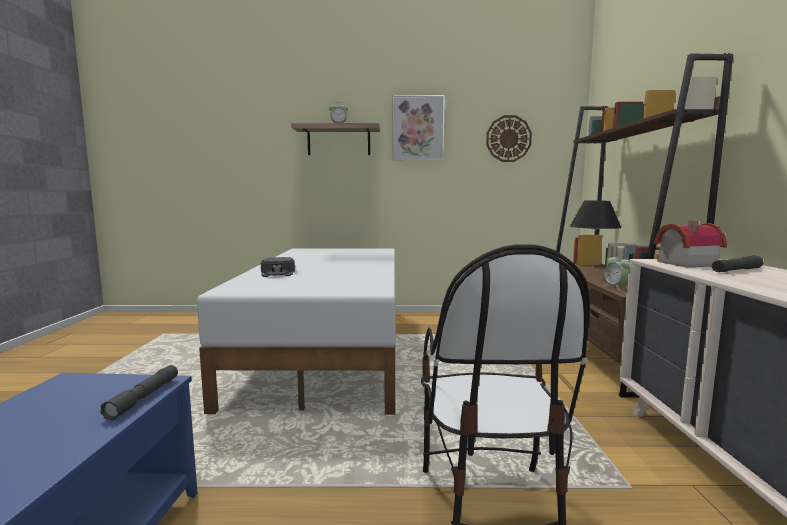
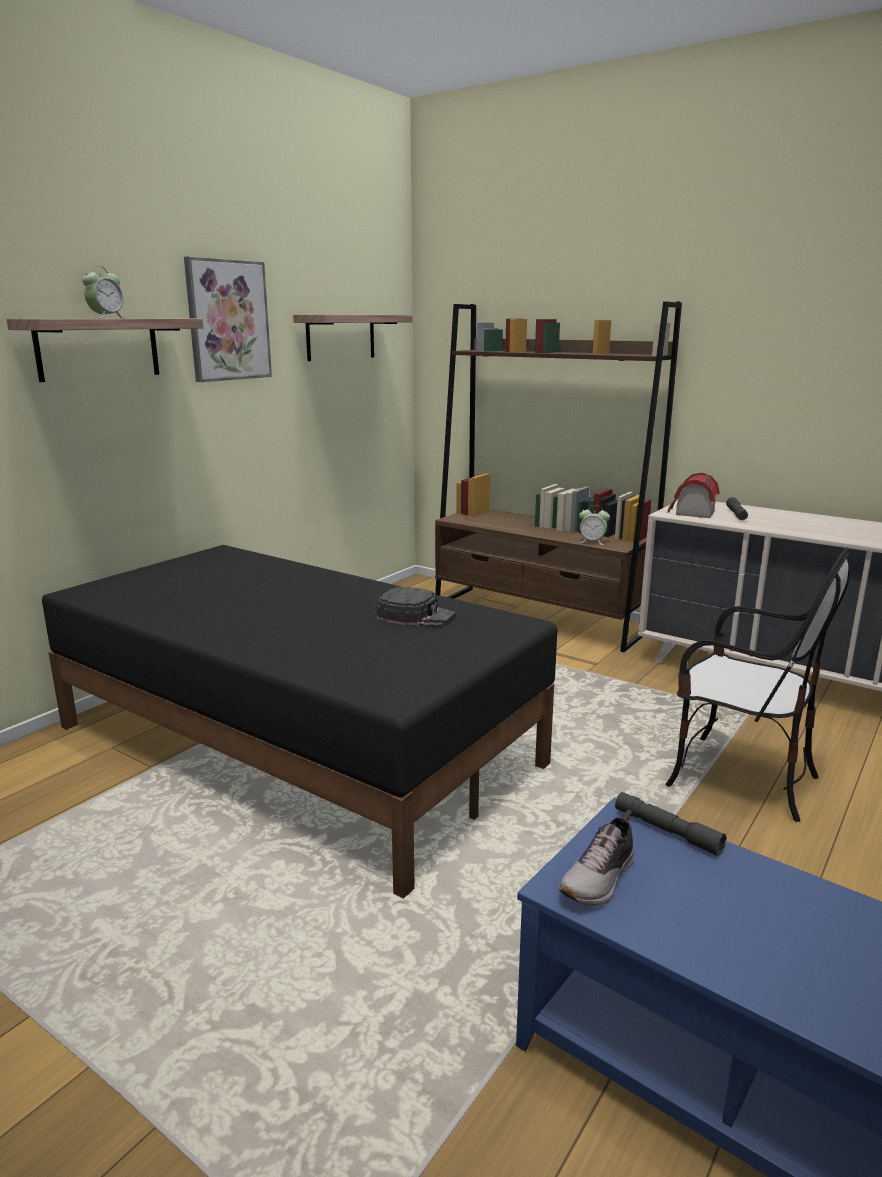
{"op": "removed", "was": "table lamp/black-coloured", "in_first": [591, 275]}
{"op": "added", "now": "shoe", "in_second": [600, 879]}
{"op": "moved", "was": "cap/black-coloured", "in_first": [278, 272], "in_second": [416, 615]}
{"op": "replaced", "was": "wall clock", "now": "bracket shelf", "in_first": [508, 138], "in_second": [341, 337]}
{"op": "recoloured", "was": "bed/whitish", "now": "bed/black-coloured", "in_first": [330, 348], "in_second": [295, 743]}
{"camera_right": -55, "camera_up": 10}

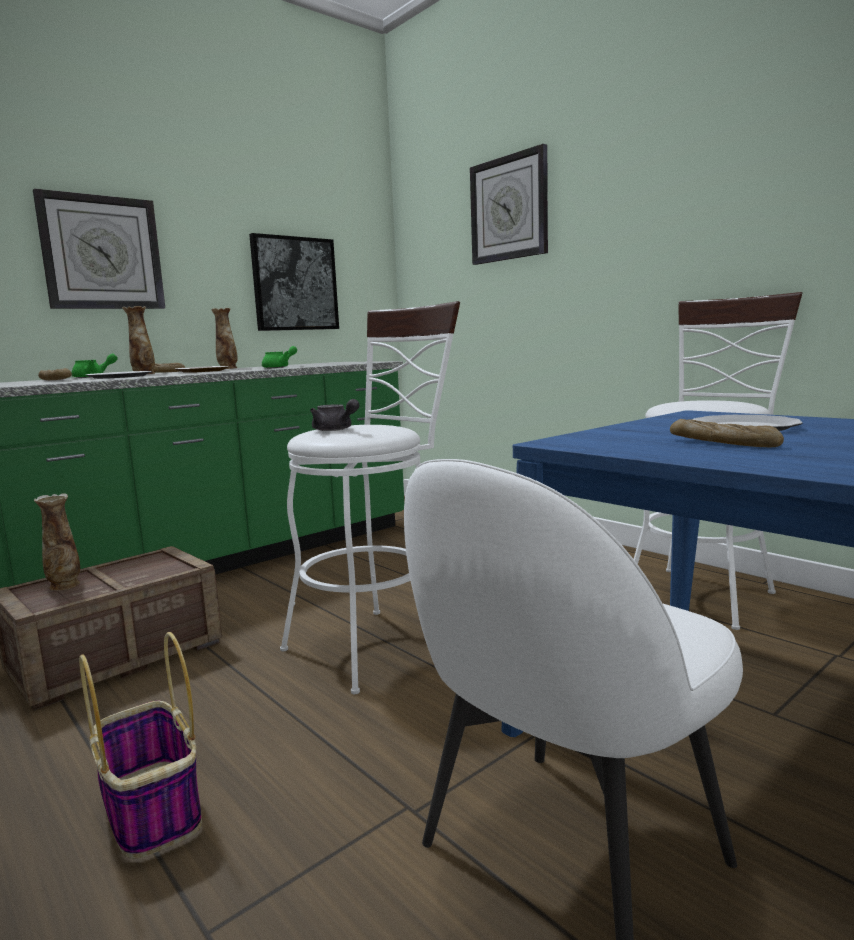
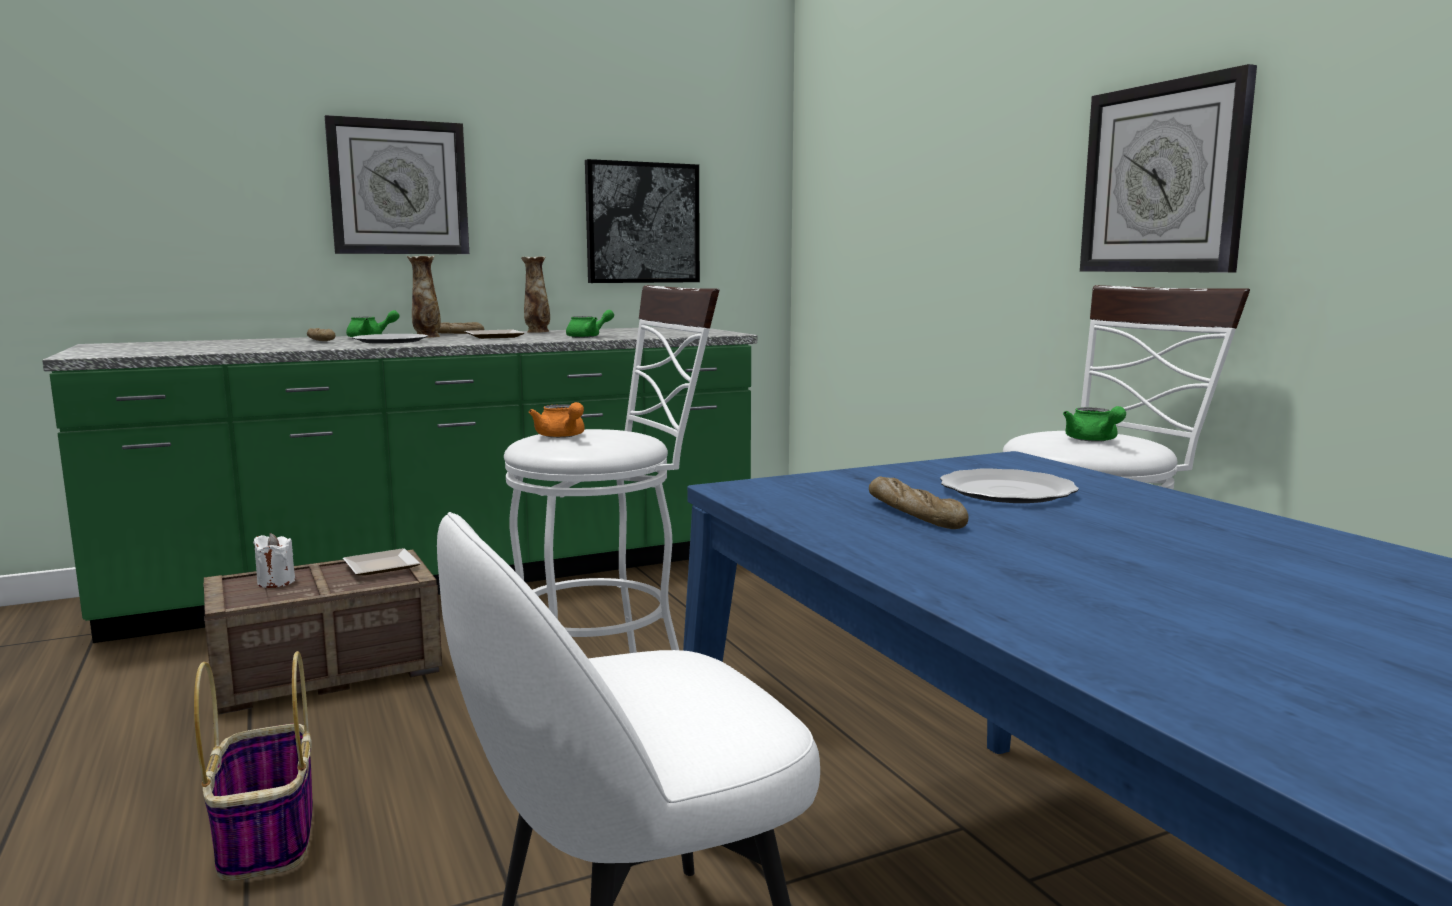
{"op": "added", "now": "dinner plate", "in_second": [380, 567]}
{"op": "added", "now": "pot for tea/green", "in_second": [1093, 440]}
{"op": "moved", "was": "wall clock", "in_first": [509, 208], "in_second": [1163, 178]}
{"op": "replaced", "was": "vase", "now": "wax light/whitish", "in_first": [64, 585], "in_second": [276, 582]}
{"op": "recoloured", "was": "pot for tea/greyish", "now": "pot for tea/orangey", "in_first": [335, 430], "in_second": [562, 436]}
{"camera_right": 15, "camera_up": 0}

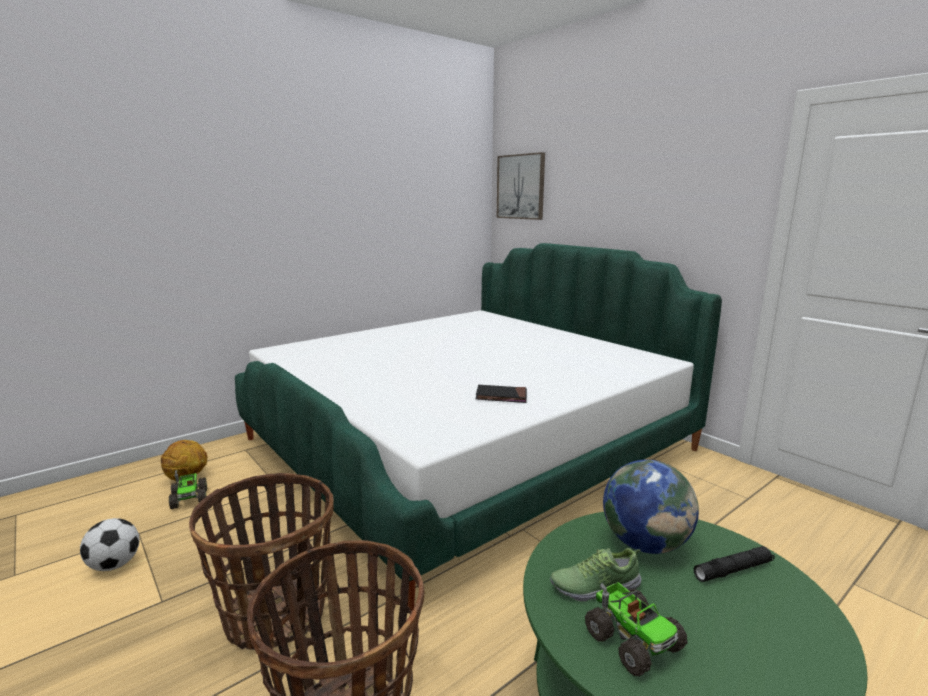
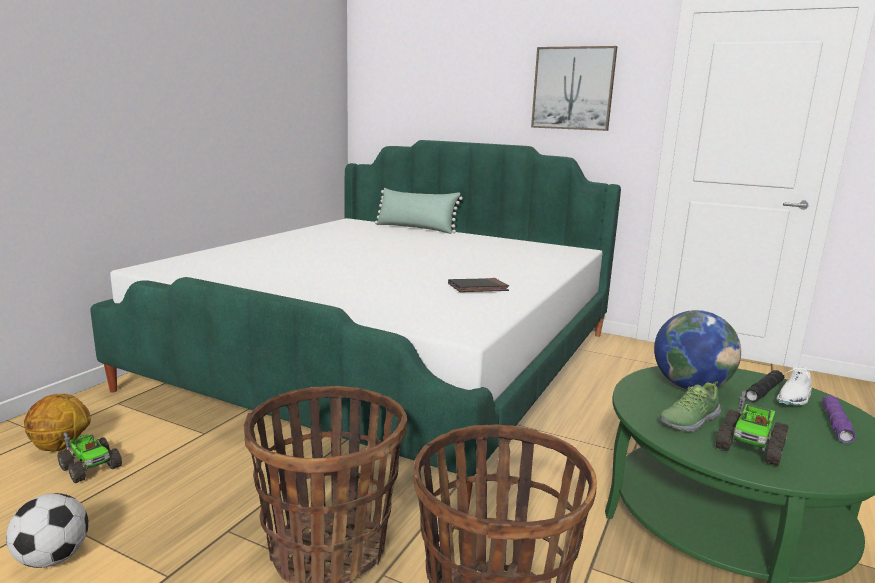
{"op": "added", "now": "cushion/green", "in_second": [416, 228]}
{"op": "added", "now": "shoe/whitish", "in_second": [793, 400]}
{"op": "added", "now": "hand torch/purple", "in_second": [836, 424]}
{"op": "moved", "was": "wall art", "in_first": [521, 187], "in_second": [573, 88]}
{"op": "turned", "was": "toy truck", "in_first": [632, 639], "in_second": [750, 447], "clockwise": 90}
{"camera_right": -25, "camera_up": 0}

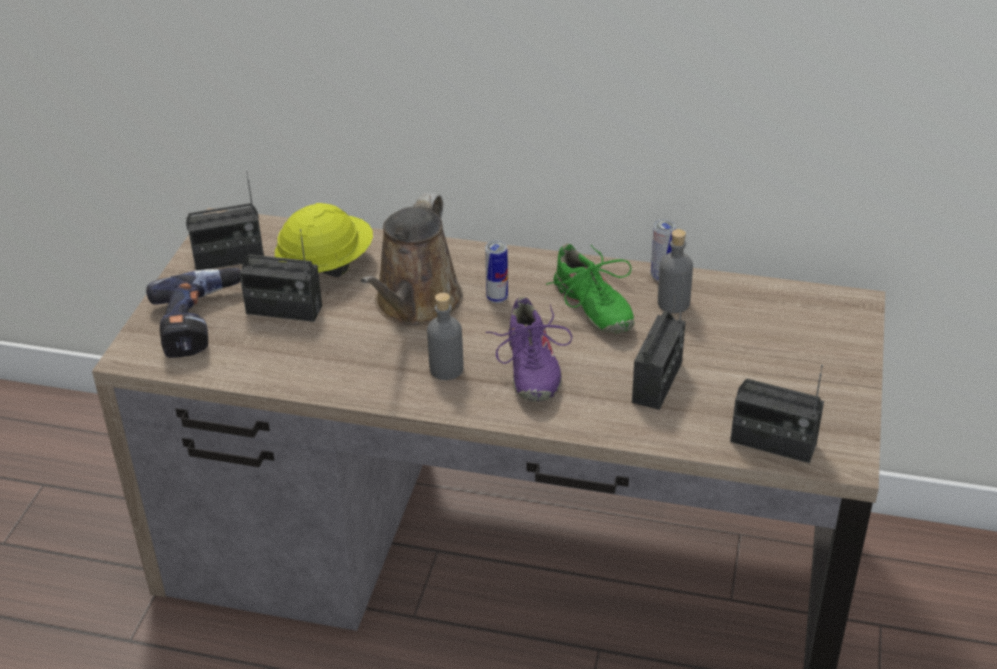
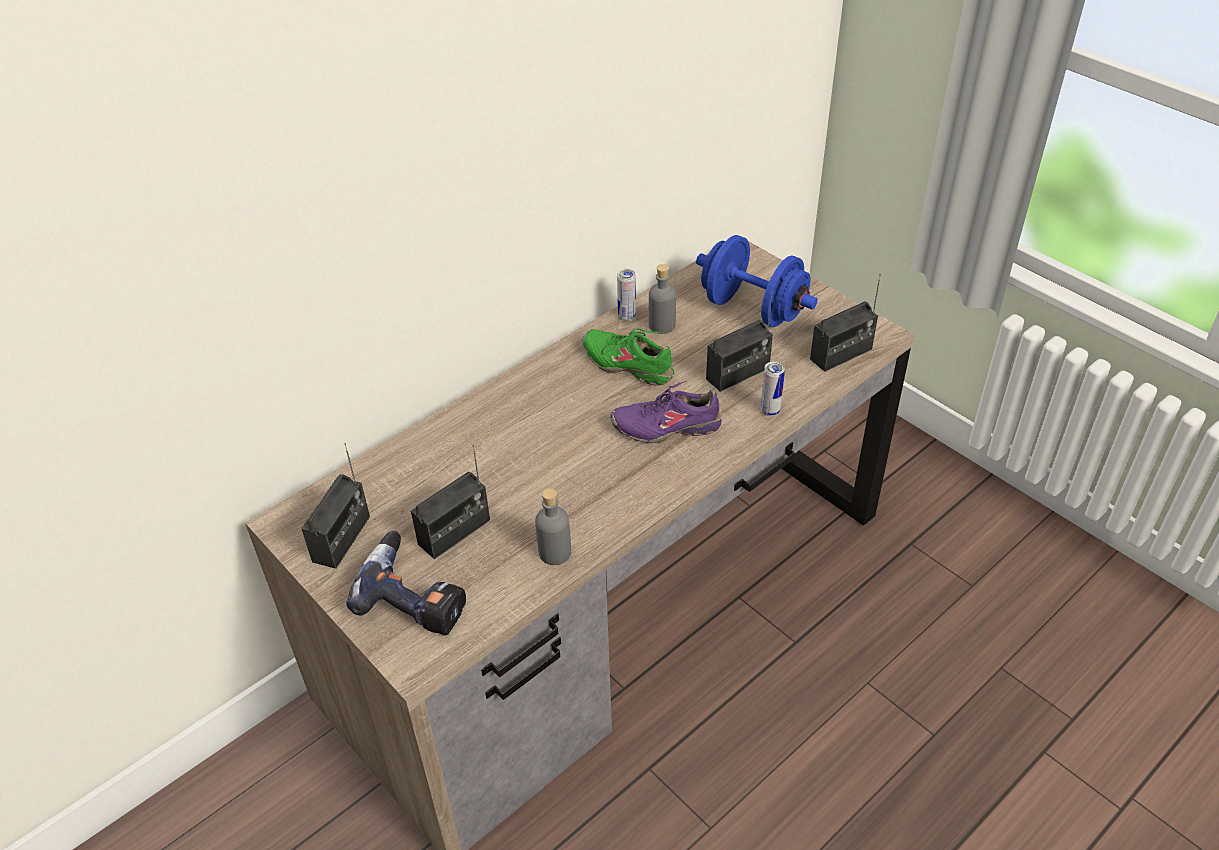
{"op": "removed", "was": "work helmet/yellow", "in_first": [326, 266]}
{"op": "removed", "was": "sprinkling can/brownish", "in_first": [415, 305]}
{"op": "added", "now": "dumbbell/bluish", "in_second": [753, 309]}
{"op": "moved", "was": "beverage bottle/greyish", "in_first": [446, 369], "in_second": [555, 552]}
{"op": "moved", "was": "can", "in_first": [497, 298], "in_second": [770, 411]}
{"op": "turned", "was": "shoe/purple", "in_first": [530, 369], "in_second": [666, 426], "clockwise": 150}
{"op": "turned", "was": "shoe/green", "in_first": [592, 308], "in_second": [628, 364], "clockwise": -150}
{"op": "turned", "was": "radio receiver", "in_first": [657, 382], "in_second": [738, 373], "clockwise": 90}
{"camera_right": -55, "camera_up": 5}

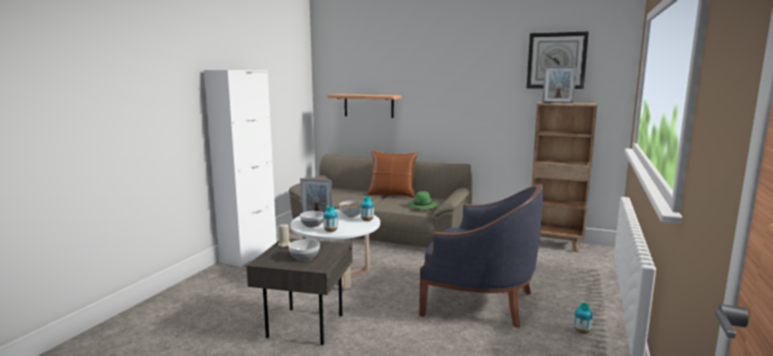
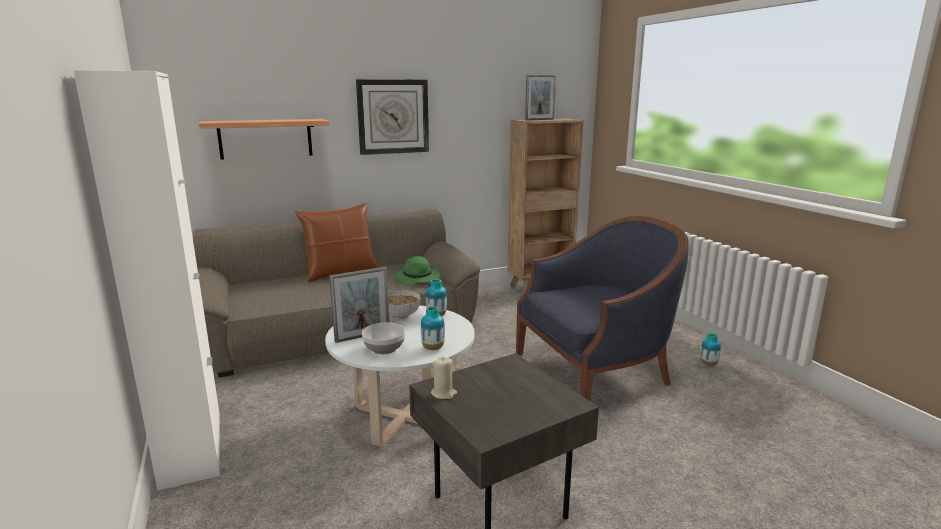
{"op": "removed", "was": "deep dish", "in_first": [304, 257]}
{"op": "moved", "was": "wall clock", "in_first": [556, 60], "in_second": [393, 116]}
{"camera_right": -45, "camera_up": 5}

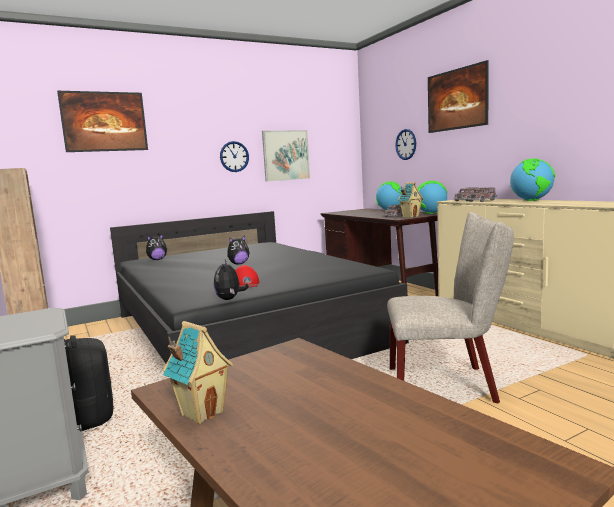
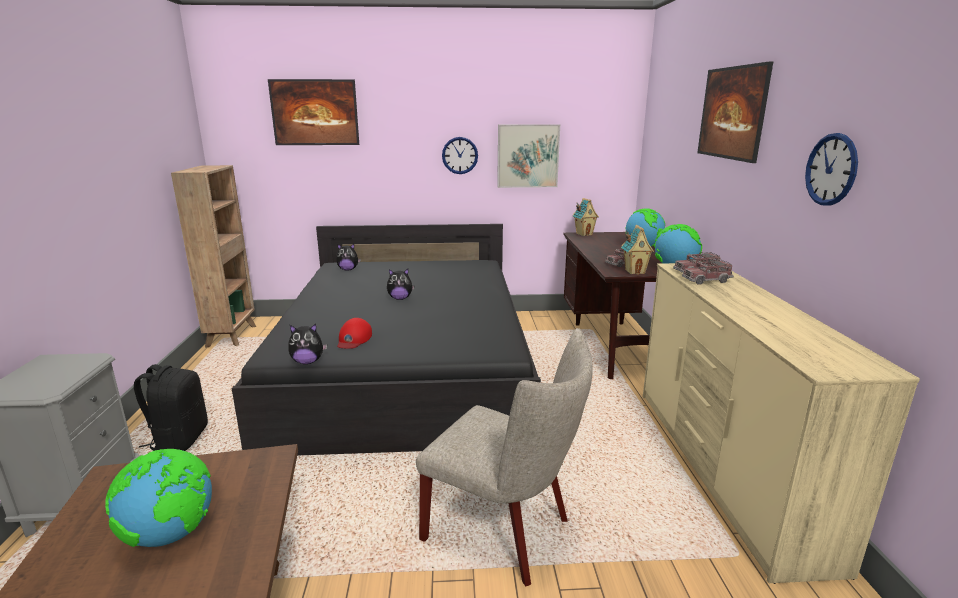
{"op": "moved", "was": "model house", "in_first": [202, 412], "in_second": [584, 234]}
{"op": "moved", "was": "wall clock", "in_first": [406, 144], "in_second": [831, 169]}
{"op": "moved", "was": "globe", "in_first": [531, 200], "in_second": [172, 535]}
{"op": "turned", "was": "cuddly toy", "in_first": [230, 299], "in_second": [308, 362], "clockwise": -120}
{"camera_right": 25, "camera_up": 10}

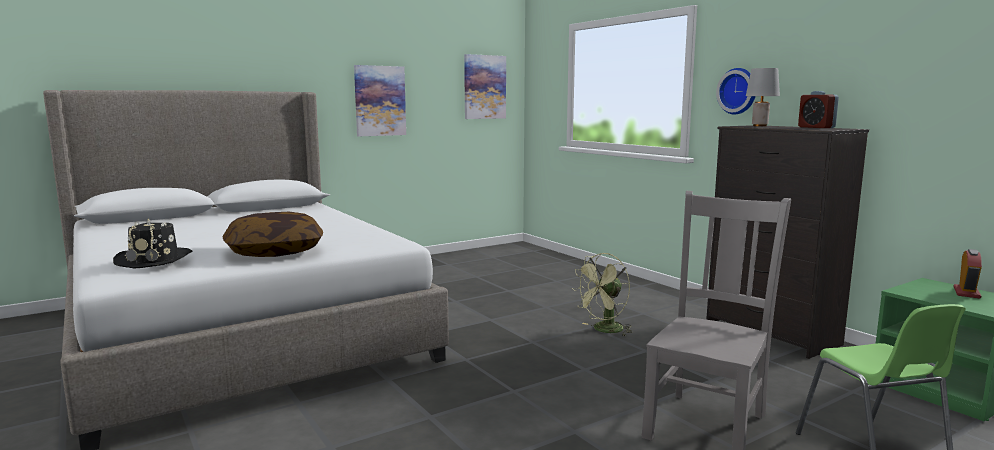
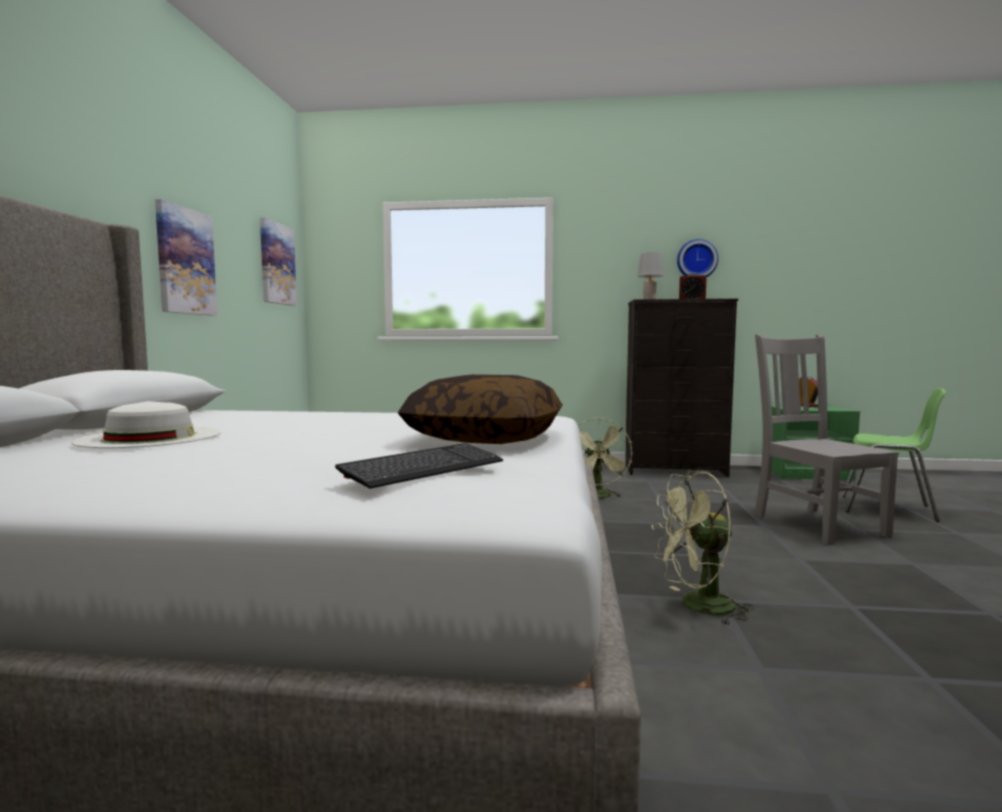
{"op": "added", "now": "wearable hat/whitish", "in_second": [150, 437]}
{"op": "added", "now": "cooling fan/green", "in_second": [697, 606]}
{"op": "moved", "was": "wall clock", "in_first": [738, 91], "in_second": [696, 260]}
{"op": "replaced", "was": "wearable hat/black-coloured", "now": "keyboard", "in_first": [155, 259], "in_second": [424, 468]}
{"camera_right": -50, "camera_up": -5}

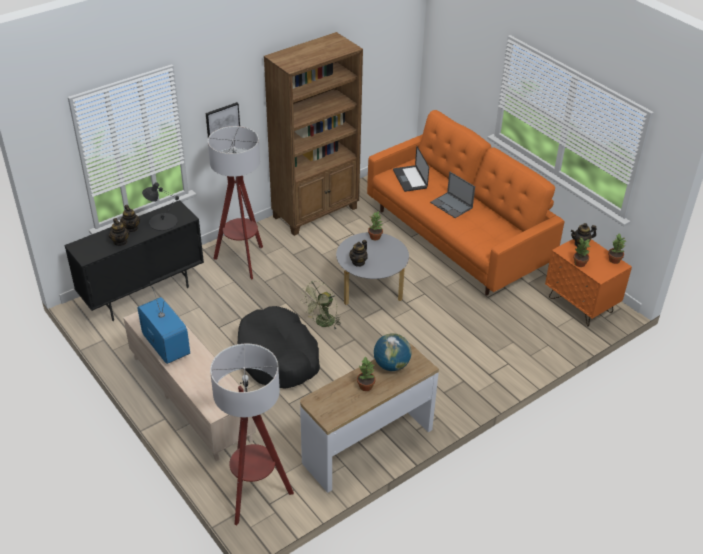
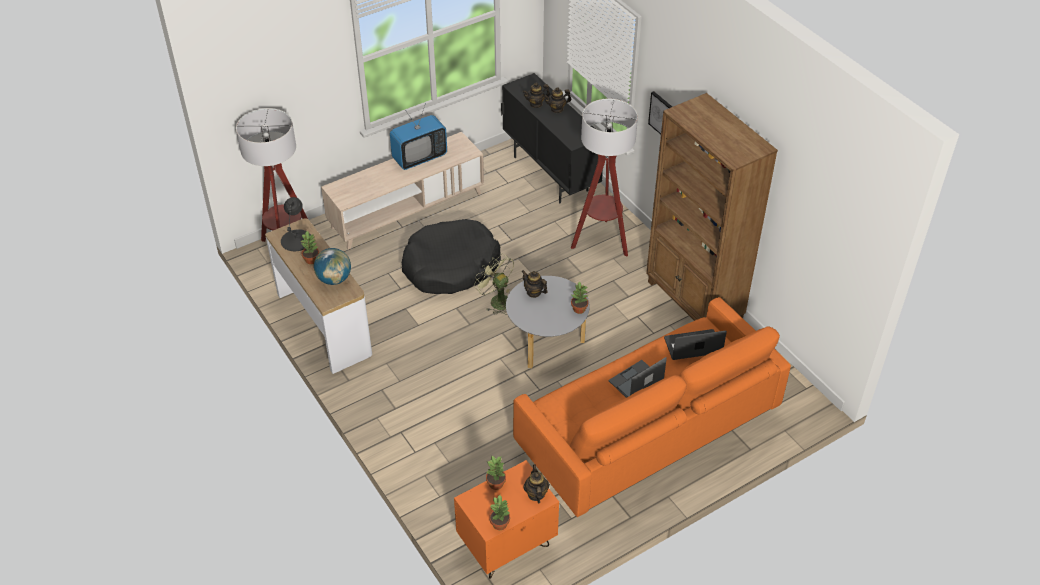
{"op": "moved", "was": "table lamp/black-coloured", "in_first": [162, 222], "in_second": [296, 240]}
{"camera_right": 95, "camera_up": 5}

